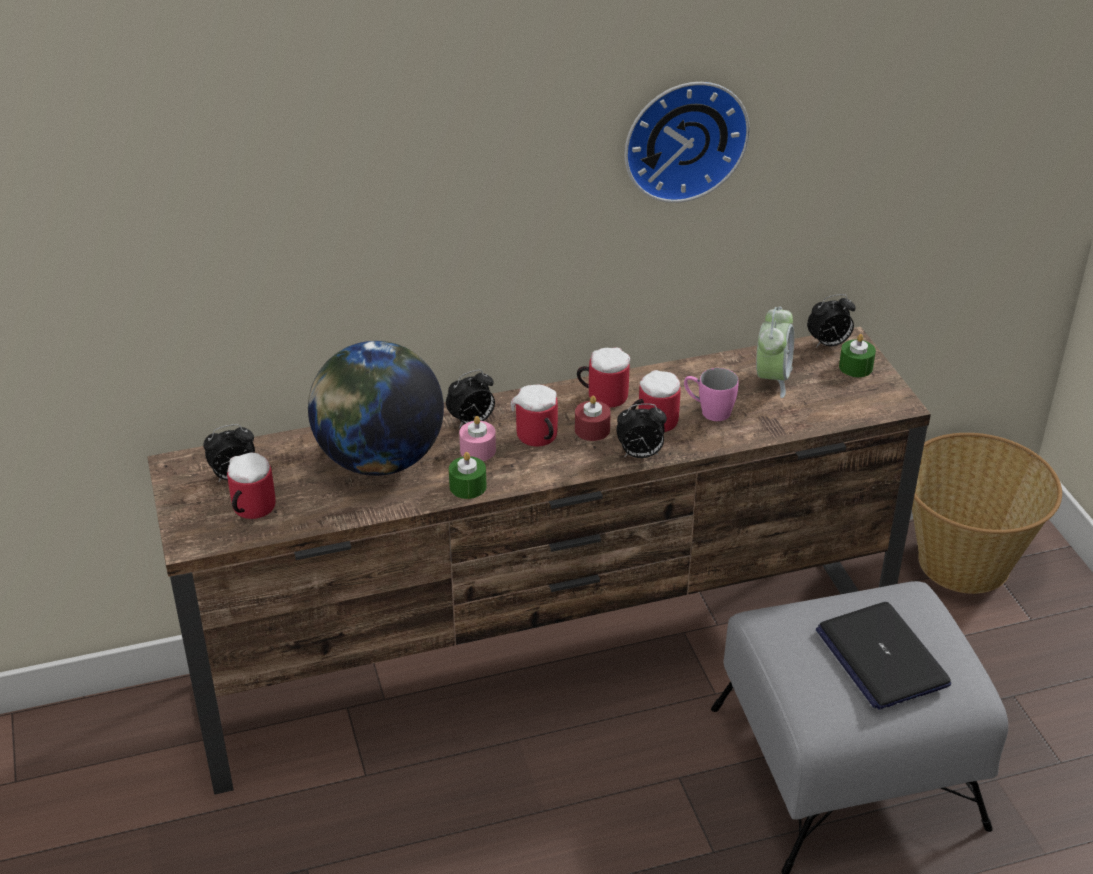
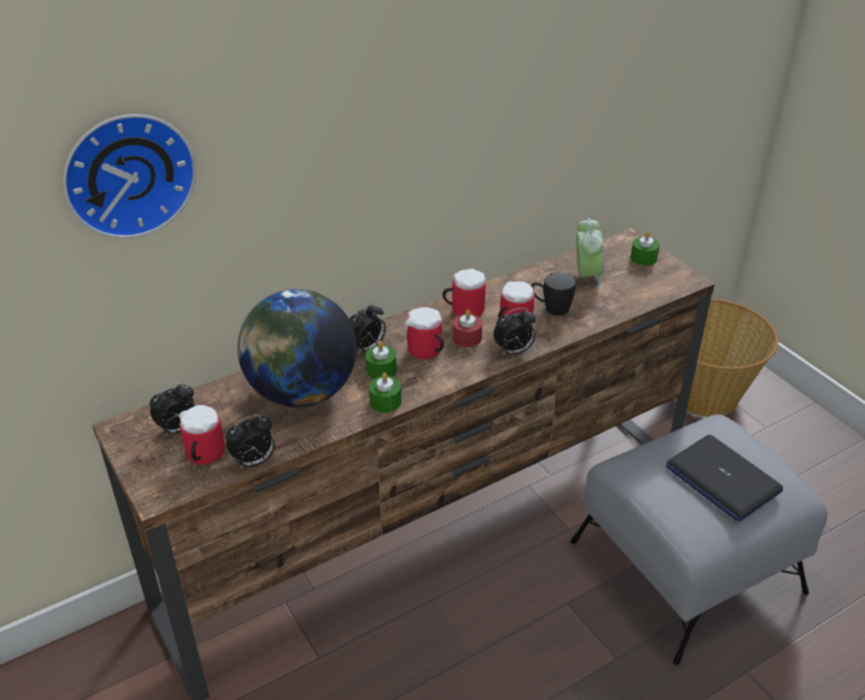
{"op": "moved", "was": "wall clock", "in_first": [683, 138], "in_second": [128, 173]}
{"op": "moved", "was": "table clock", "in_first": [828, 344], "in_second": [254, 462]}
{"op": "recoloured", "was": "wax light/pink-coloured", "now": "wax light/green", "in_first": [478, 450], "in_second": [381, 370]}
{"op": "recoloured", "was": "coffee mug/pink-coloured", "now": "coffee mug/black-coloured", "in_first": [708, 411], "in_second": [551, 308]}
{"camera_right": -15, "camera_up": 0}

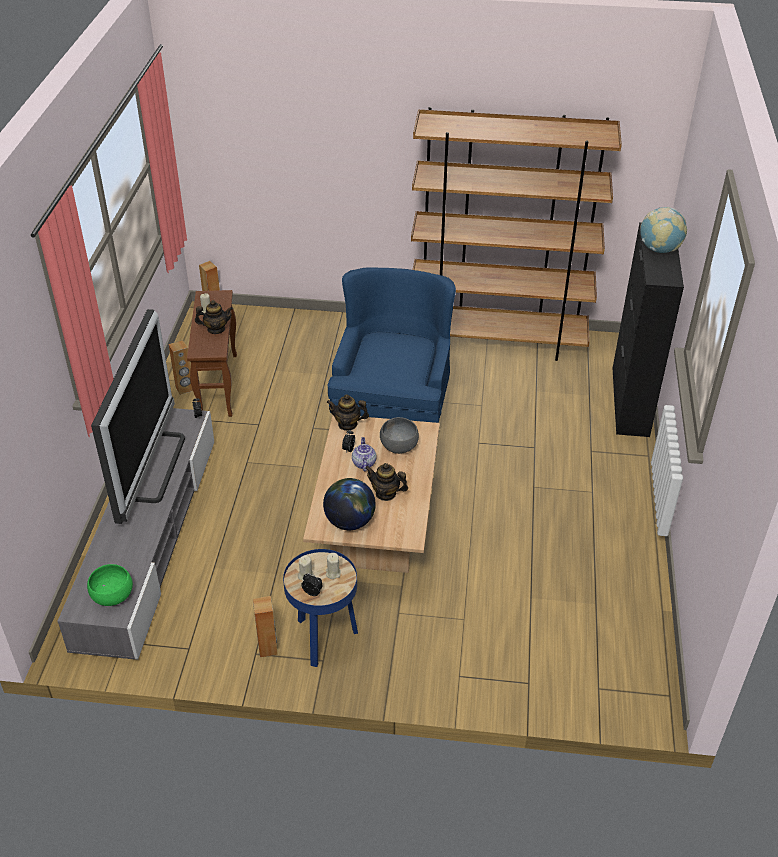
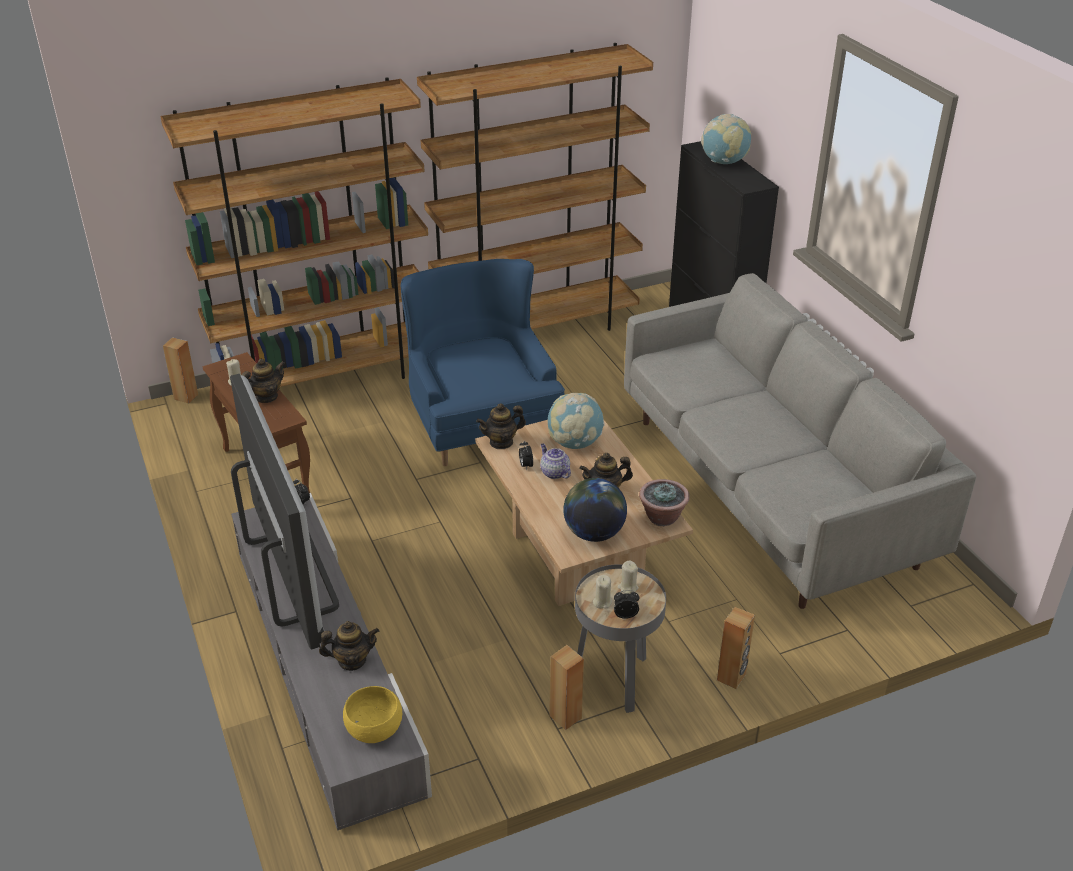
{"op": "added", "now": "bookshelf/brownish", "in_second": [326, 379]}
{"op": "added", "now": "pot for tea", "in_second": [352, 661]}
{"op": "added", "now": "settee/greyish", "in_second": [770, 492]}
{"op": "added", "now": "plant in a pot", "in_second": [662, 517]}
{"op": "moved", "was": "speaker/brownish", "in_first": [185, 388], "in_second": [732, 677]}
{"op": "replaced", "was": "deep dish/greyish", "now": "globe", "in_first": [399, 446], "in_second": [574, 443]}
{"op": "recoloured", "was": "deep dish/green", "now": "deep dish/yellow", "in_first": [113, 596], "in_second": [374, 729]}
{"op": "recoloured", "was": "accent table/bluish", "now": "accent table/greyish", "in_first": [323, 638], "in_second": [615, 680]}
{"camera_right": -30, "camera_up": -5}

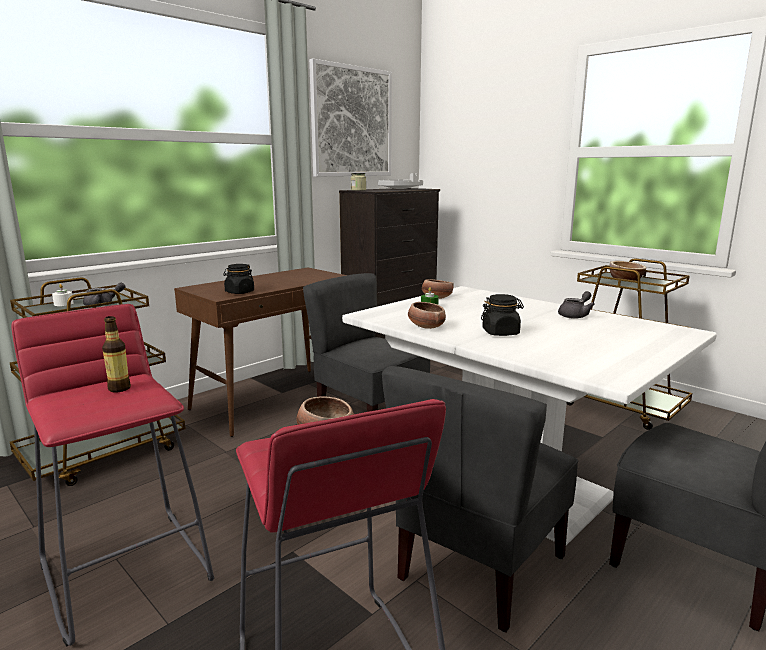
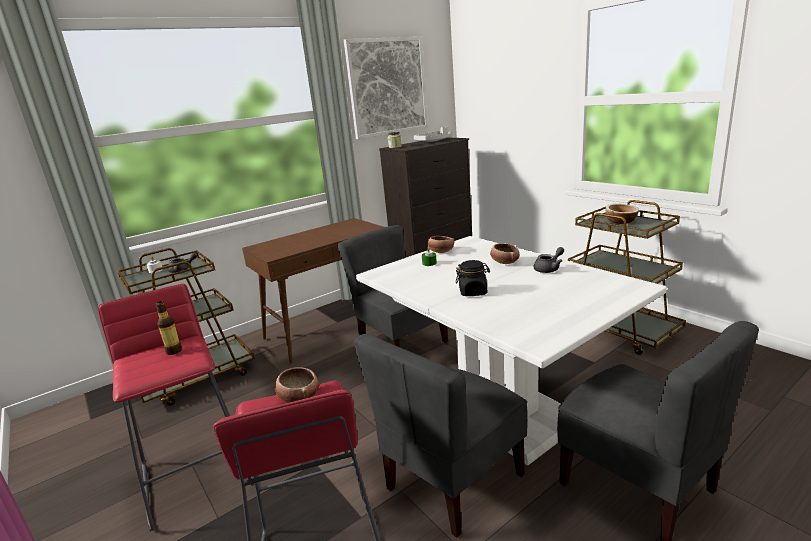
{"op": "removed", "was": "preserve jar/black-coloured", "in_first": [239, 292]}
{"op": "moved", "was": "deep dish", "in_first": [426, 327], "in_second": [504, 262]}
{"camera_right": 10, "camera_up": 5}

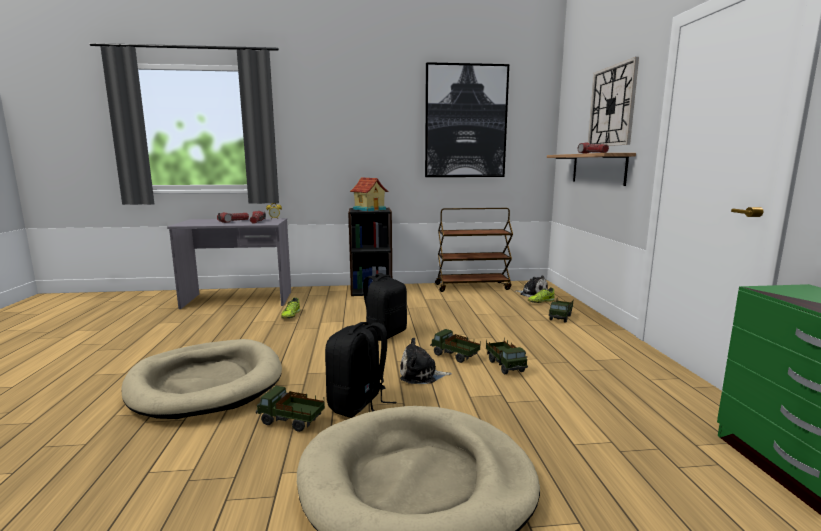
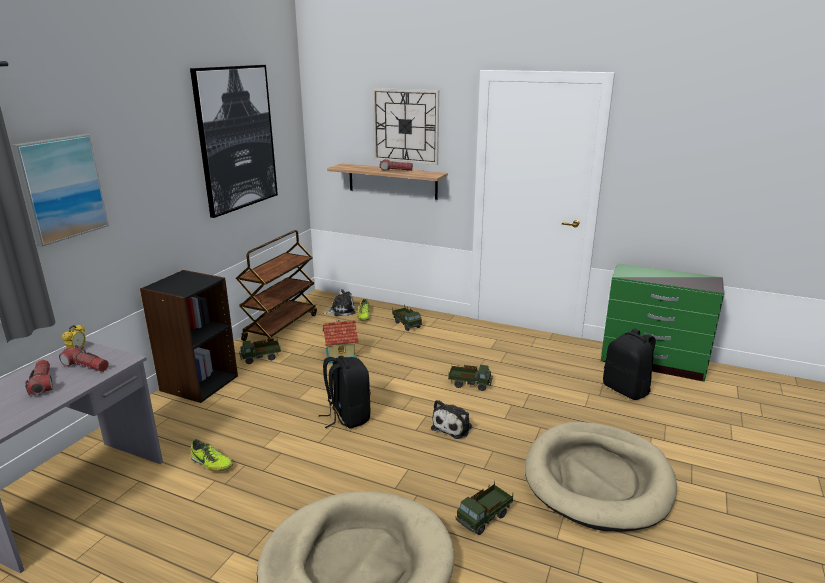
{"op": "added", "now": "wall art", "in_second": [62, 188]}
{"op": "moved", "was": "rucksack/black-coloured", "in_first": [358, 405], "in_second": [626, 390]}
{"op": "moved", "was": "model house", "in_first": [370, 209], "in_second": [340, 354]}
{"op": "moved", "was": "toy truck", "in_first": [454, 356], "in_second": [261, 358]}
{"camera_right": -60, "camera_up": 10}

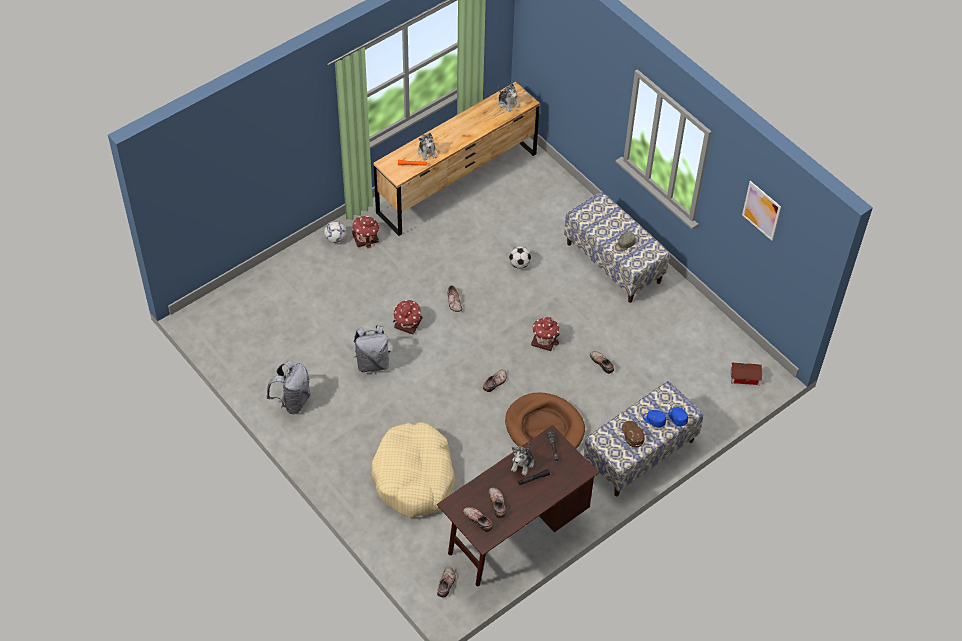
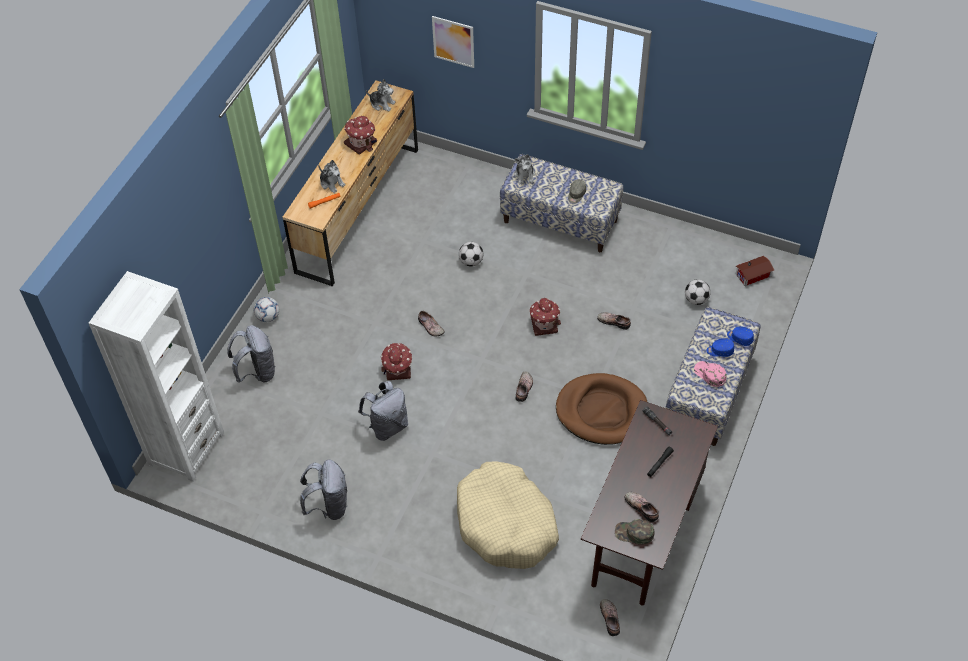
{"op": "added", "now": "bookshelf/whitish", "in_second": [186, 448]}
{"op": "added", "now": "rucksack/greyish", "in_second": [257, 372]}
{"op": "added", "now": "football", "in_second": [696, 300]}
{"op": "moved", "was": "model house", "in_first": [366, 237], "in_second": [361, 142]}
{"op": "moved", "was": "cuddly toy", "in_first": [522, 463], "in_second": [525, 175]}
{"op": "moved", "was": "wall art", "in_first": [761, 210], "in_second": [453, 41]}
{"op": "replaced", "was": "shoe", "now": "cap/green", "in_first": [478, 519], "in_second": [634, 533]}
{"op": "recoloured", "was": "cap/brownish", "now": "cap/pink-coloured", "in_first": [632, 434], "in_second": [709, 374]}
{"camera_right": -25, "camera_up": 0}

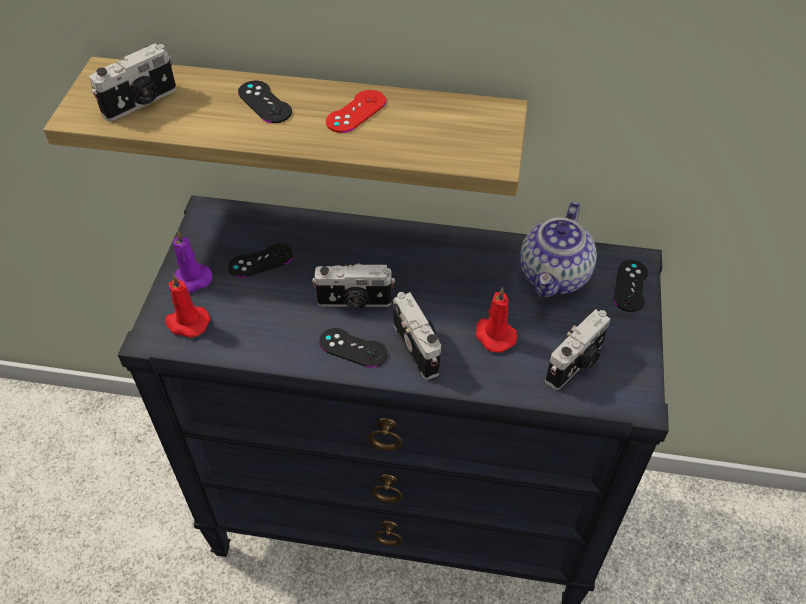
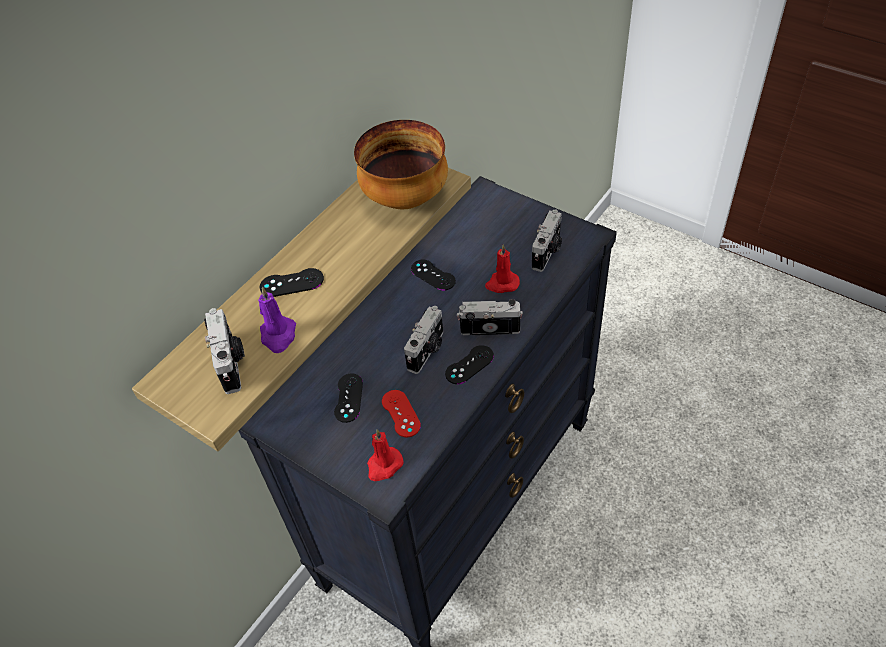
{"op": "removed", "was": "pot for tea", "in_first": [555, 276]}
{"op": "added", "now": "deep dish", "in_second": [404, 197]}
{"op": "moved", "was": "wax light/purple", "in_first": [190, 281], "in_second": [278, 336]}
{"op": "moved", "was": "gamepad/red-coloured", "in_first": [356, 111], "in_second": [401, 413]}
{"op": "moved", "was": "gamepad/black-coloured", "in_first": [630, 286], "in_second": [433, 275]}
{"op": "turned", "was": "photo camera", "in_first": [576, 364], "in_second": [547, 252], "clockwise": 45}
{"camera_right": -60, "camera_up": 0}

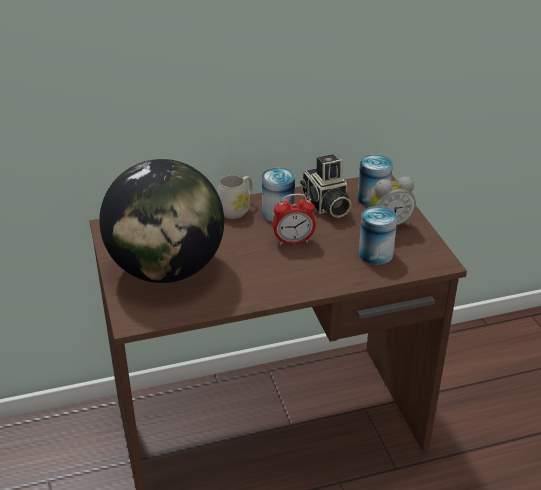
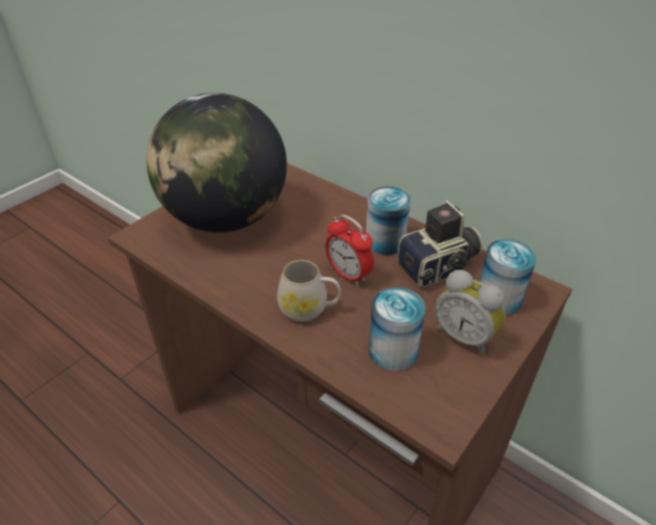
{"op": "moved", "was": "coffee mug/whitish", "in_first": [236, 209], "in_second": [309, 309]}
{"op": "turned", "was": "photo camera", "in_first": [325, 205], "in_second": [439, 268], "clockwise": -150}
{"camera_right": 55, "camera_up": 5}

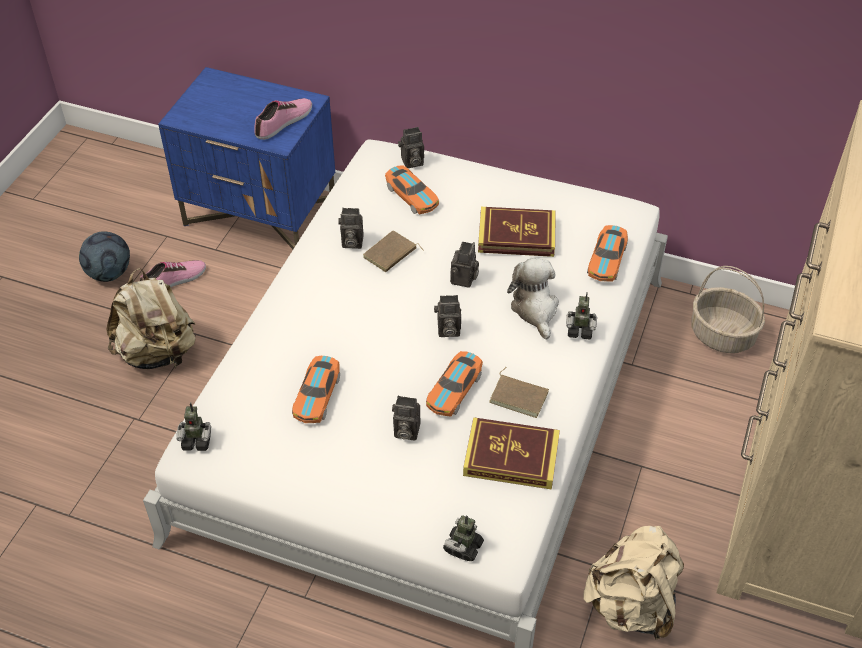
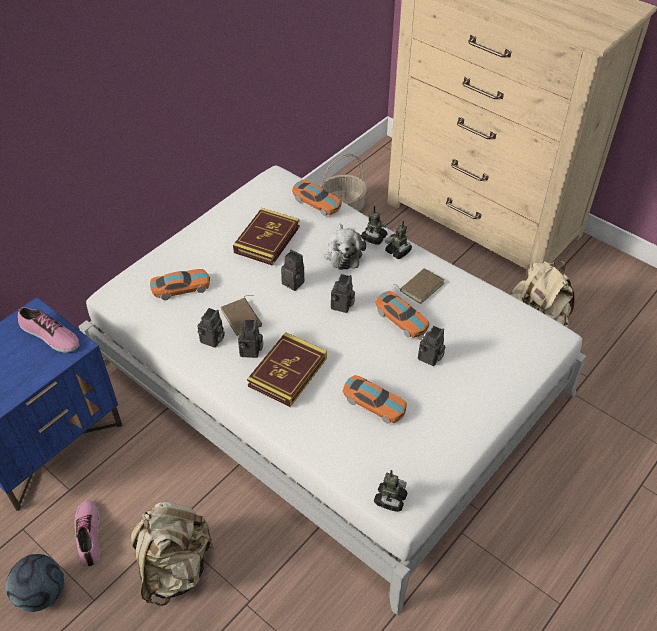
{"op": "moved", "was": "photo camera", "in_first": [411, 162], "in_second": [251, 351]}
{"op": "moved", "was": "robot figure", "in_first": [463, 547], "in_second": [398, 251]}
{"op": "moved", "was": "bound book", "in_first": [511, 457], "in_second": [288, 372]}
{"op": "turned", "was": "shoe", "in_first": [284, 122], "in_second": [49, 336], "clockwise": 150}
{"op": "turned", "was": "cuddly toy", "in_first": [535, 309], "in_second": [343, 254], "clockwise": -105}
{"camera_right": -70, "camera_up": 0}

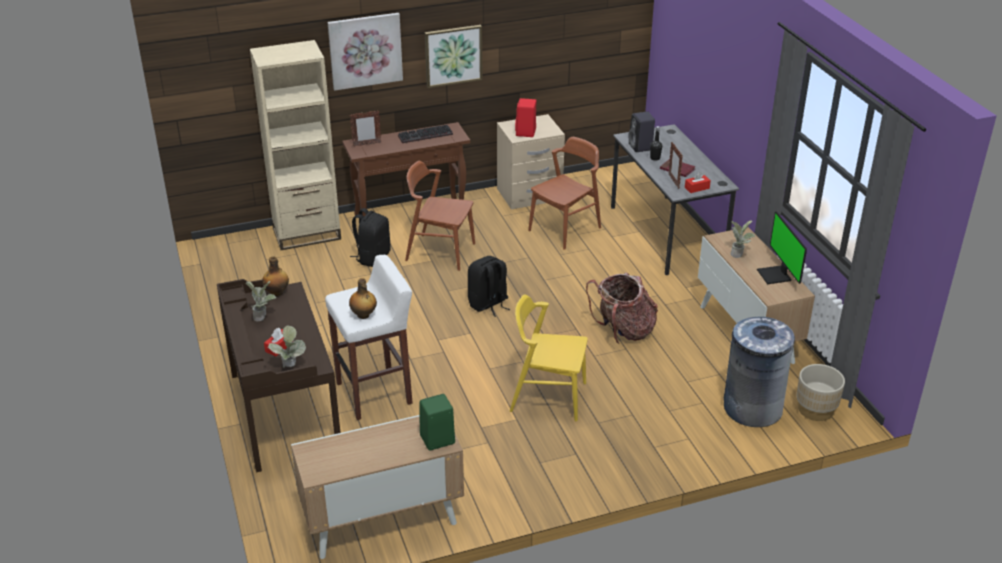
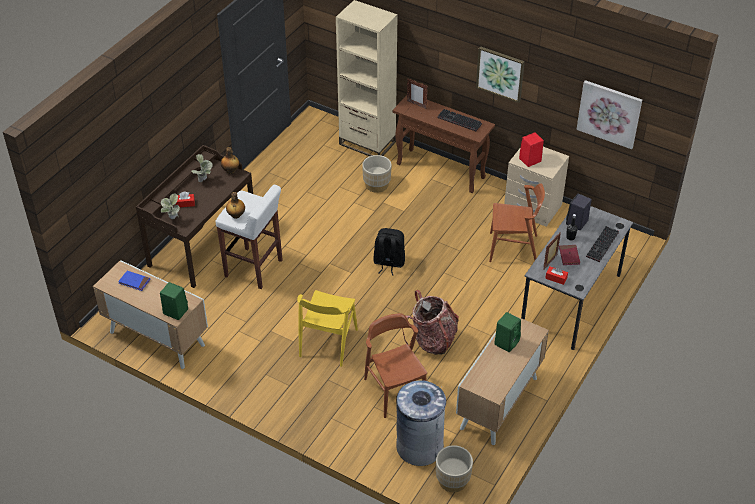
{"op": "removed", "was": "computer display", "in_first": [775, 275]}
{"op": "added", "now": "bound book/bluish", "in_second": [134, 282]}
{"op": "added", "now": "keyboard", "in_second": [603, 245]}
{"op": "moved", "was": "wall art", "in_first": [365, 50], "in_second": [609, 113]}
{"op": "moved", "was": "plain chair/brownish", "in_first": [440, 252], "in_second": [395, 390]}
{"op": "replaced", "was": "rucksack/black-coloured", "now": "flower pot/beige", "in_first": [372, 257], "in_second": [376, 185]}
{"op": "replaced", "was": "plant in a pot", "now": "speaker/green", "in_first": [739, 254], "in_second": [507, 342]}
{"op": "turned", "was": "plain chair/yellow", "in_first": [548, 397], "in_second": [328, 343], "clockwise": -135}
{"camera_right": 50, "camera_up": 10}

